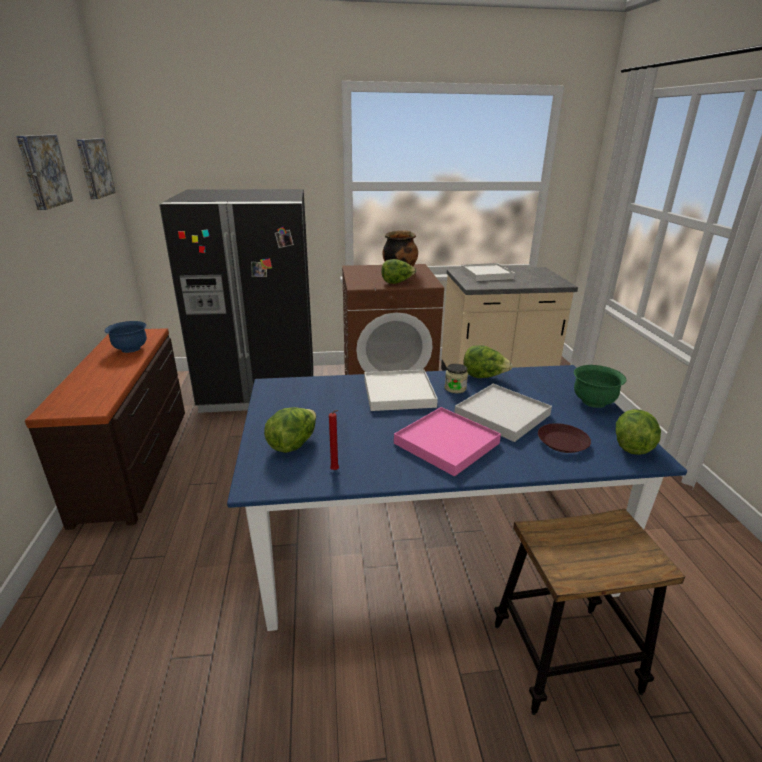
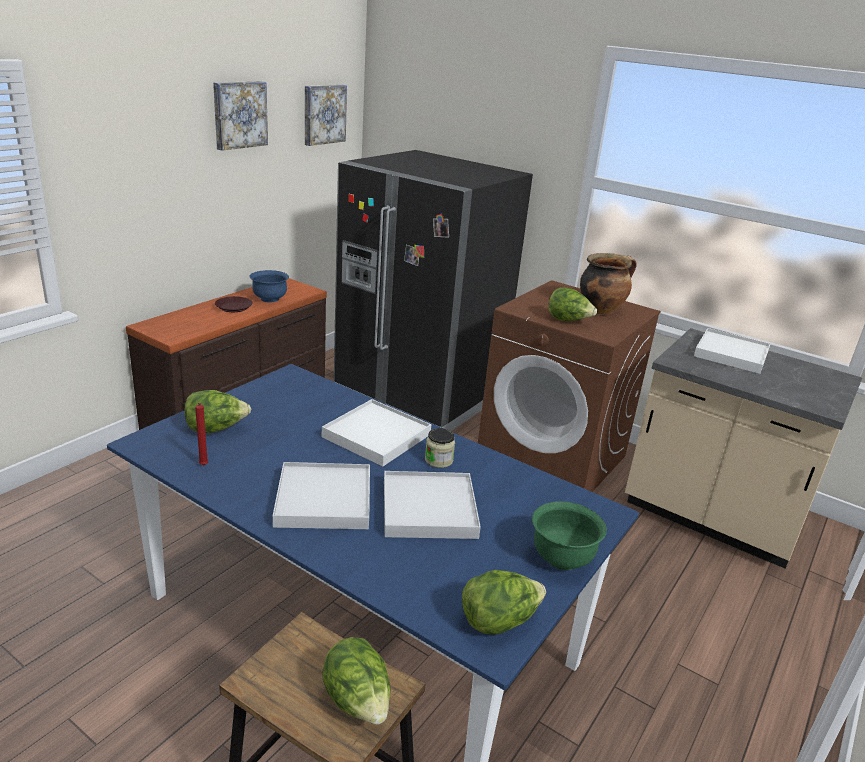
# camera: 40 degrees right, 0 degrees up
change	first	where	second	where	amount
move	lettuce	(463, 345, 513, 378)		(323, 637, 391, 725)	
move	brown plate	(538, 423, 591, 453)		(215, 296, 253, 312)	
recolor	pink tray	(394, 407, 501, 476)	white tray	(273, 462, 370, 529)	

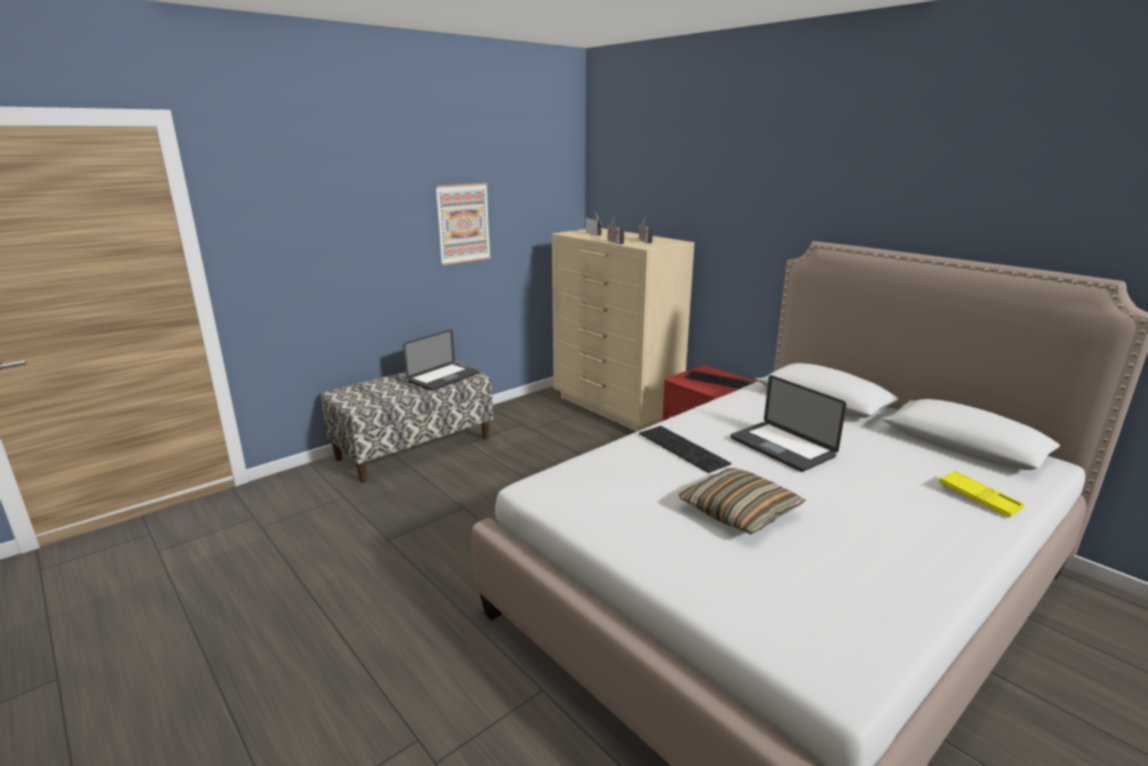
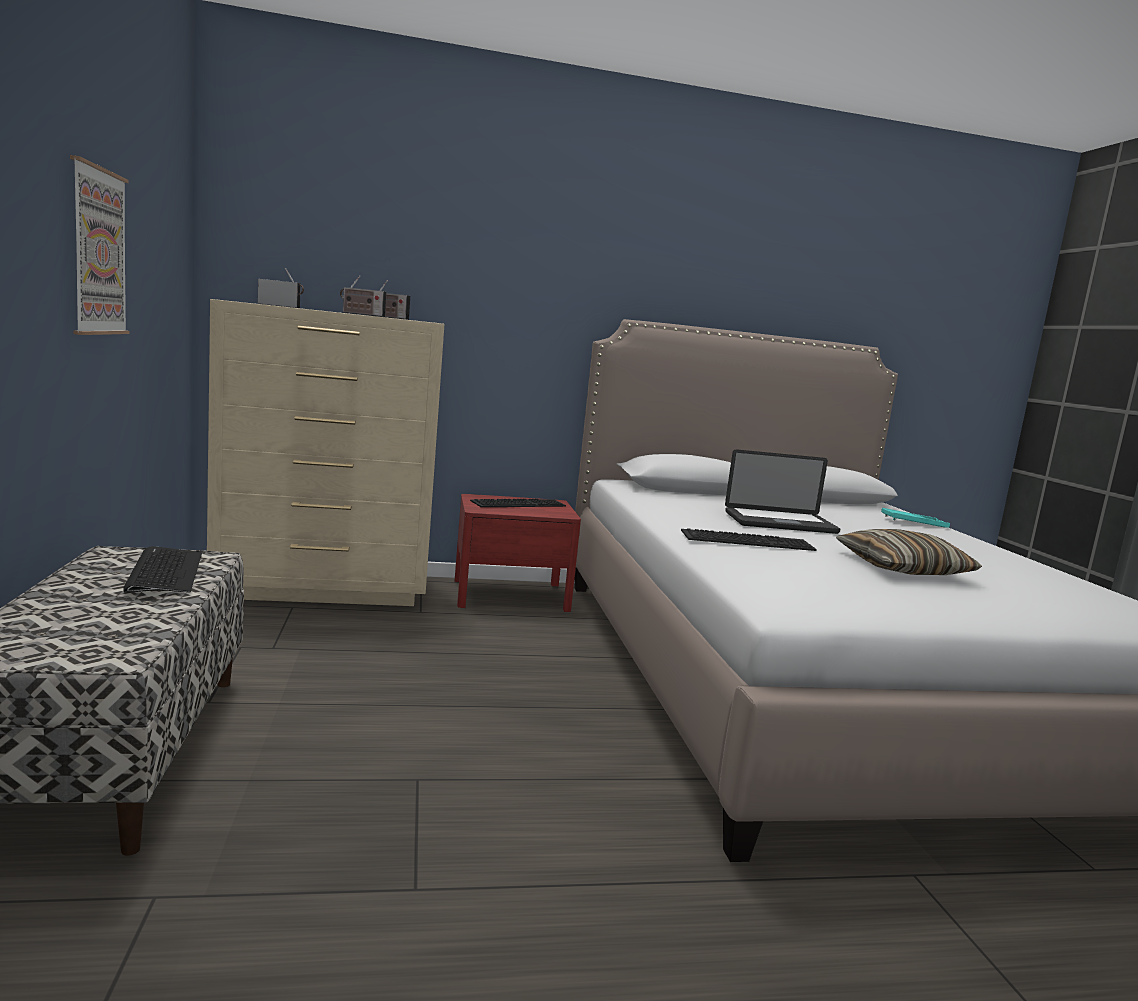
# camera: 60 degrees left, 10 degrees down
change	first	where	second	where	amount
replace	laptop	(403, 329, 479, 391)	keyboard	(124, 546, 202, 593)	
recolor	yellow tray	(939, 471, 1024, 518)	turquoise tray	(881, 508, 950, 528)	

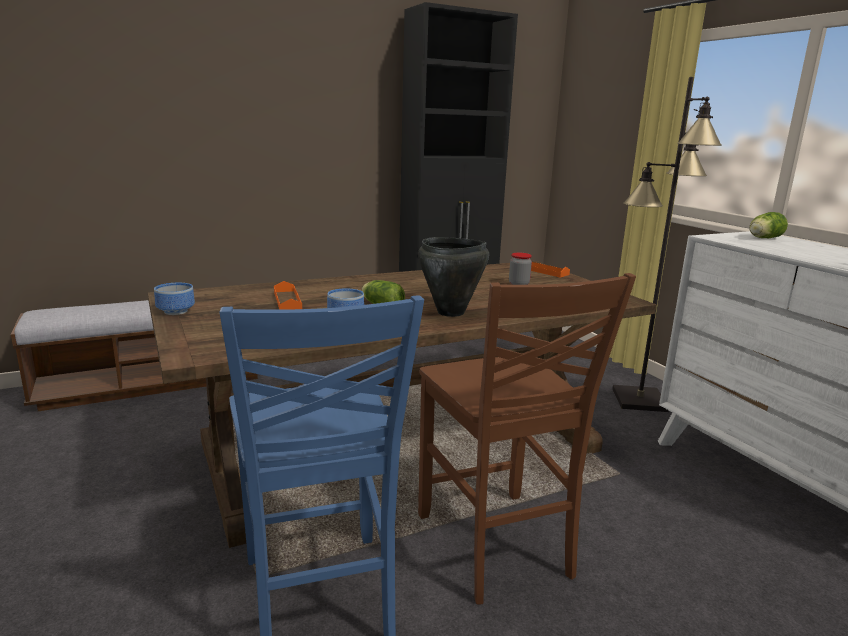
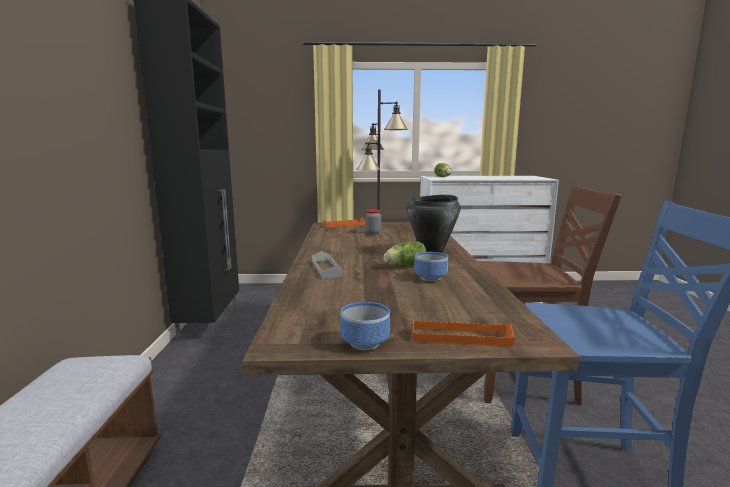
# camera: 65 degrees left, 5 degrees down
change	first	where	second	where	amount
insert			grey tray	(312, 251, 343, 279)	
move	orange tray	(274, 281, 302, 310)		(413, 319, 514, 347)	

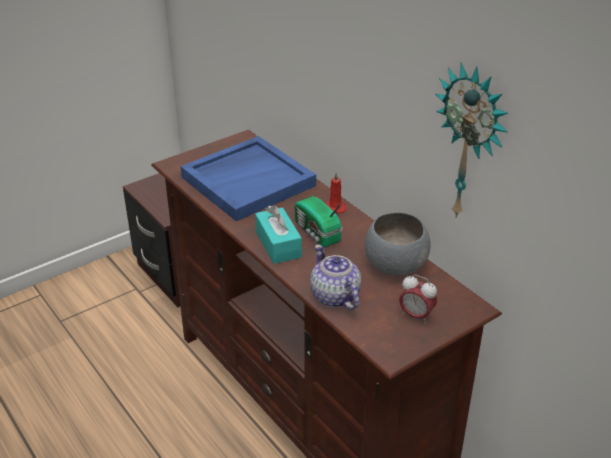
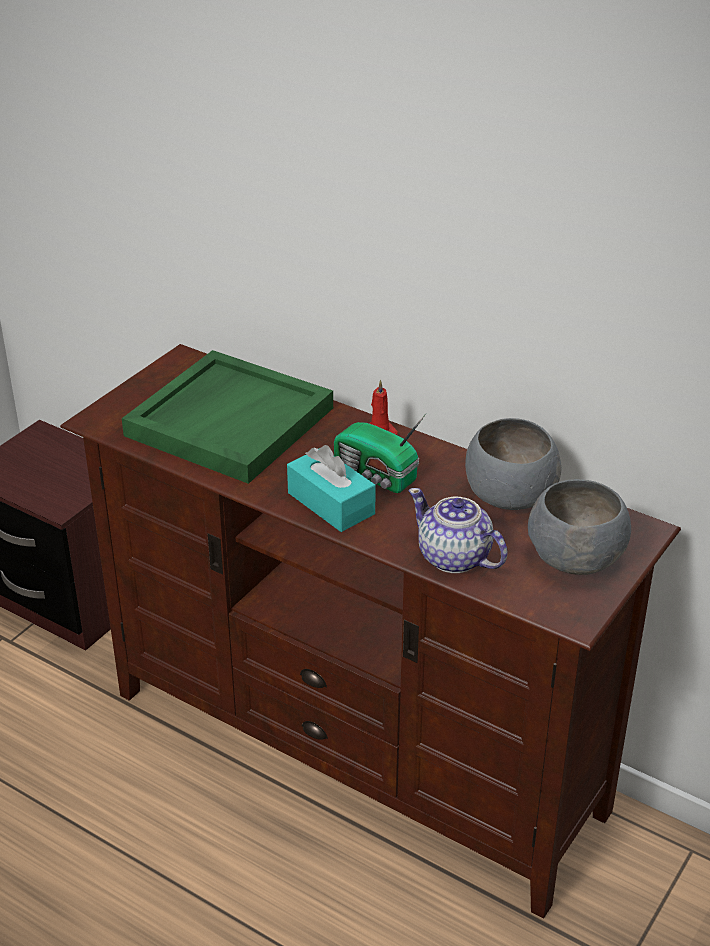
# camera: 20 degrees left, 0 degrees up
change	first	where	second	where	amount
delete	wall clock	(436, 62, 508, 218)			
replace	alarm clock	(399, 275, 437, 324)	grey bowl	(528, 479, 631, 575)	
recolor	blue tray	(181, 136, 316, 221)	green tray	(122, 350, 333, 484)	

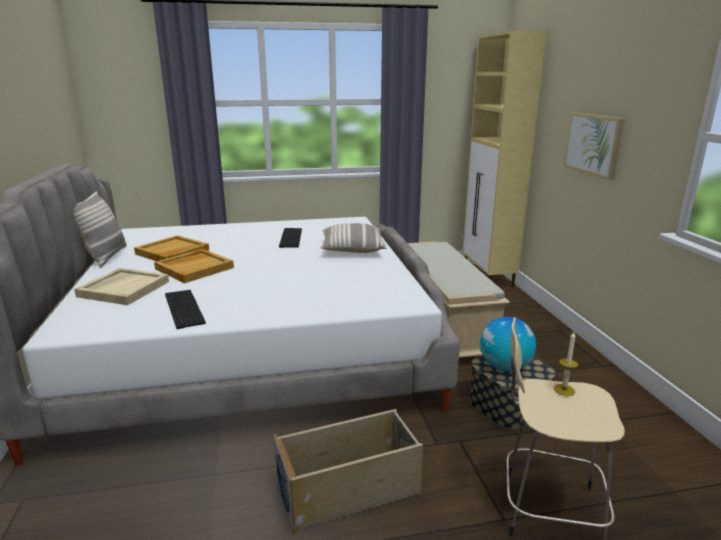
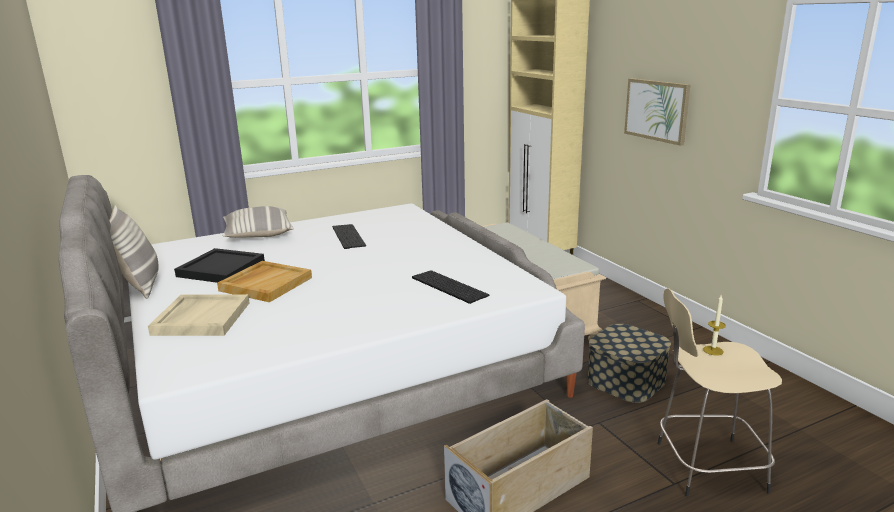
# camera: 15 degrees left, 0 degrees up
change	first	where	second	where	amount
delete	globe	(480, 317, 536, 371)			
move	keyboard	(165, 290, 206, 329)		(412, 270, 489, 304)	
move	pillow	(320, 223, 386, 253)		(222, 206, 294, 238)	
recolor	beige tray	(134, 235, 209, 261)	black tray	(174, 248, 265, 283)	

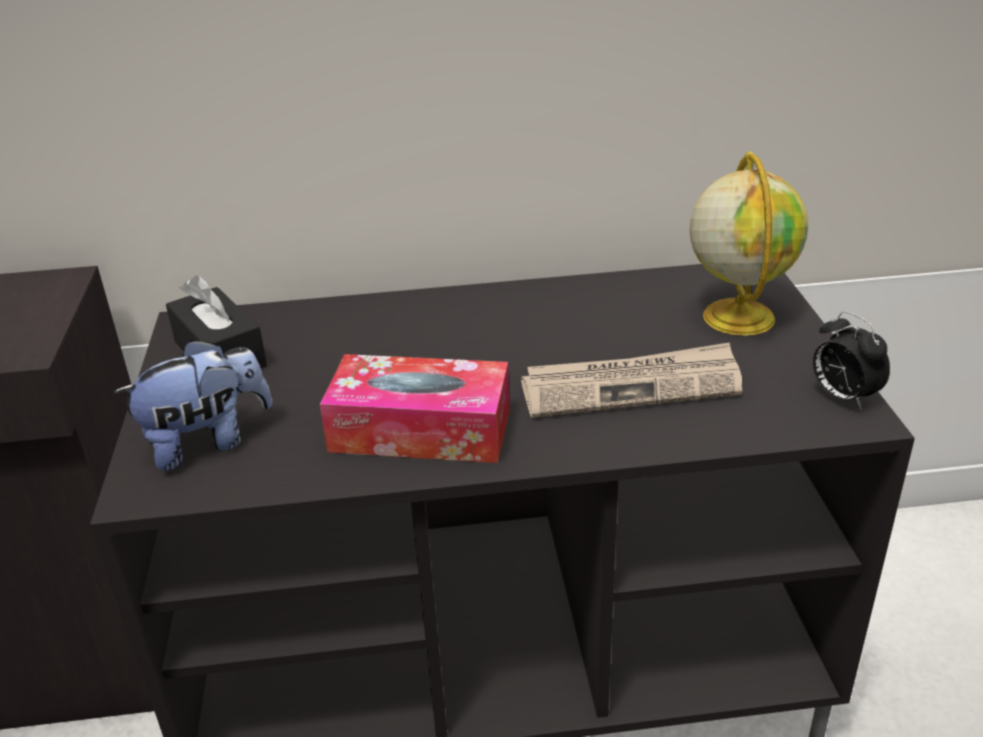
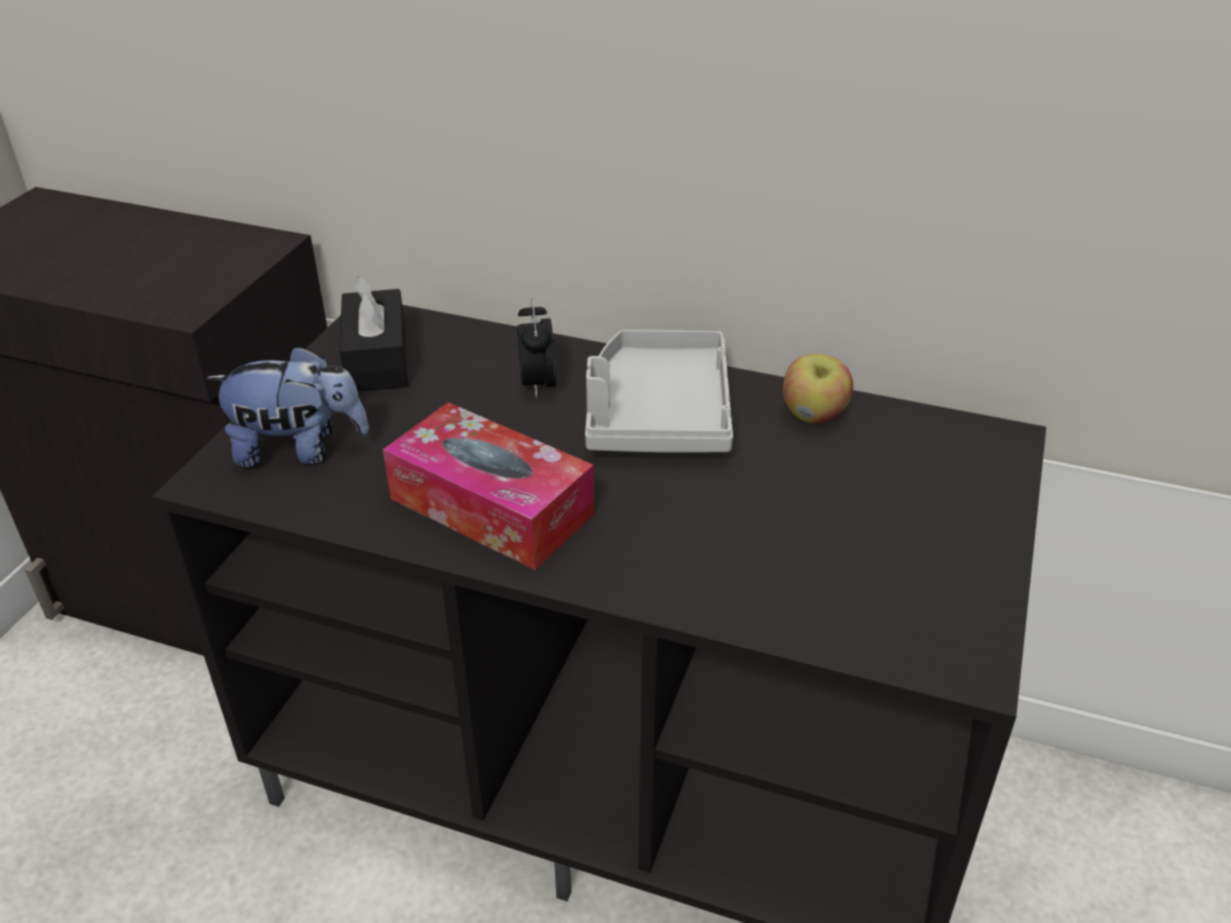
# camera: 25 degrees right, 5 degrees up
change	first	where	second	where	amount
delete	newspaper	(521, 342, 743, 418)			
delete	globe	(690, 151, 808, 336)			
insert			grey tray	(585, 330, 733, 453)	
insert			apple	(783, 354, 853, 424)	
move	alarm clock	(813, 311, 890, 410)		(517, 299, 556, 399)	

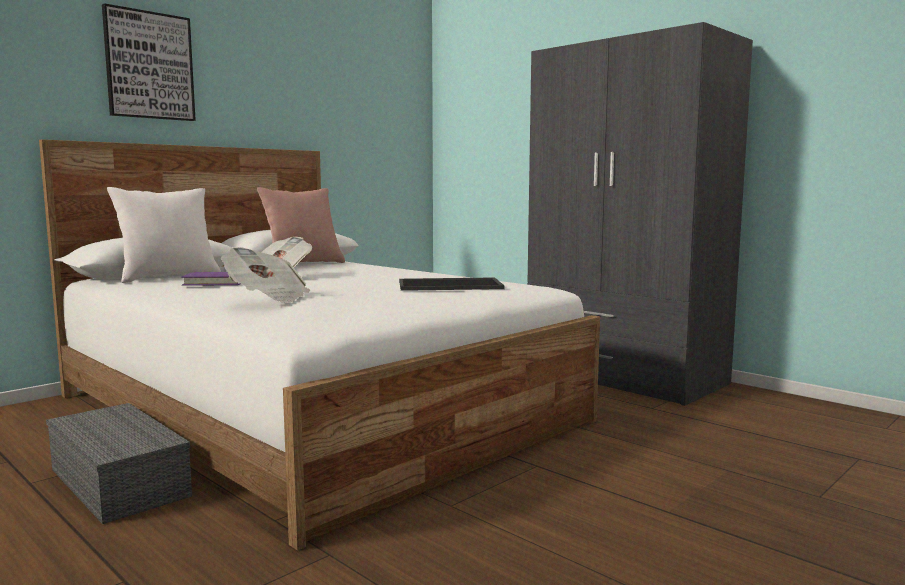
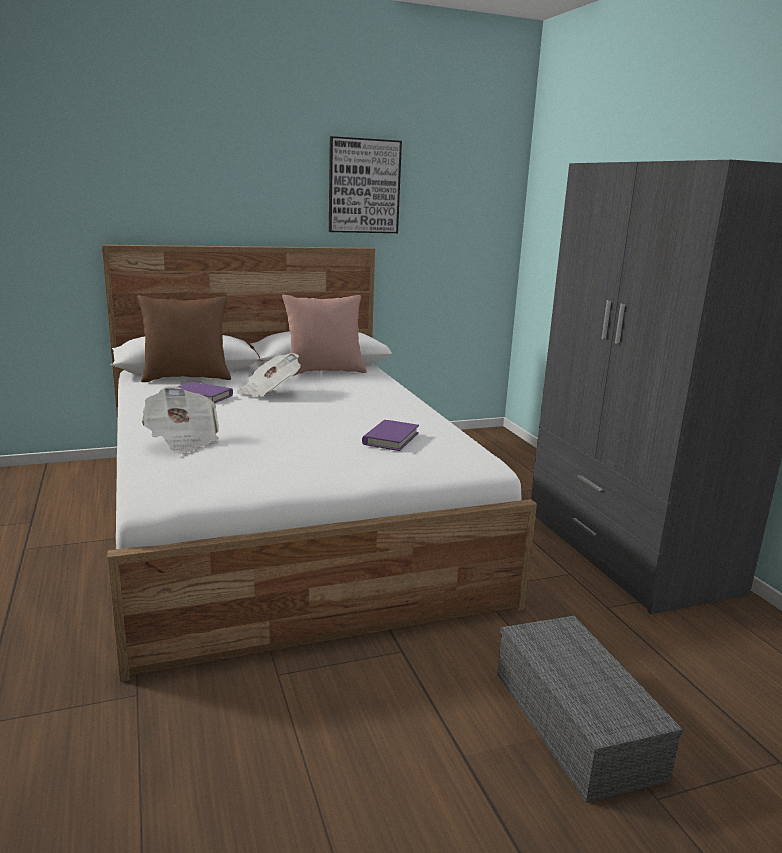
# camera: 25 degrees right, 10 degrees up
change	first	where	second	where	amount
move	grey storage box	(46, 403, 192, 524)		(497, 616, 683, 803)	
move	picture	(102, 3, 196, 121)		(329, 136, 402, 233)	
replace	tray	(399, 277, 504, 291)	purple book	(362, 420, 419, 451)	
recolor	white pillow	(107, 187, 221, 283)	brown pillow	(137, 295, 231, 382)	

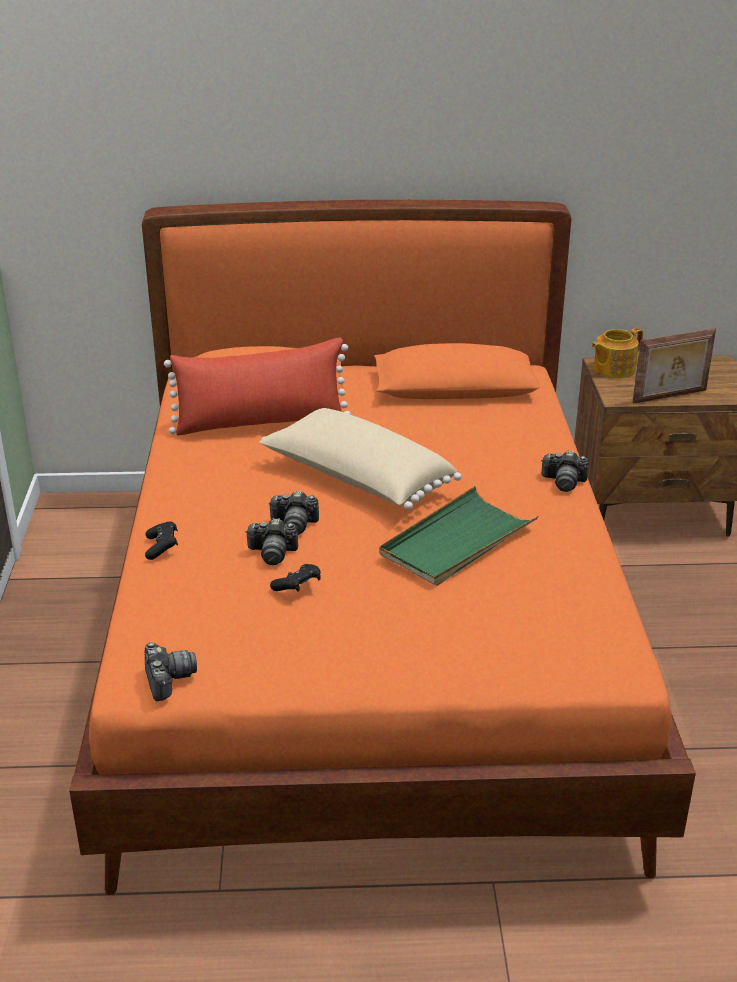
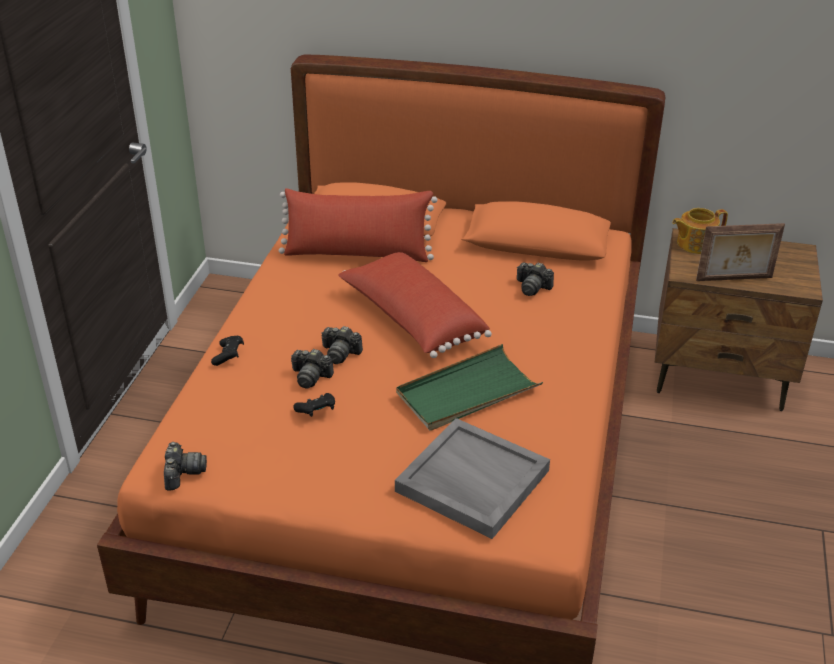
# camera: 15 degrees right, 5 degrees up
change	first	where	second	where	amount
insert			grey tray	(395, 418, 550, 539)	
move	photo camera	(542, 450, 589, 492)		(517, 262, 554, 296)	
recolor	beige pillow	(260, 408, 462, 510)	red pillow	(338, 252, 492, 358)	

